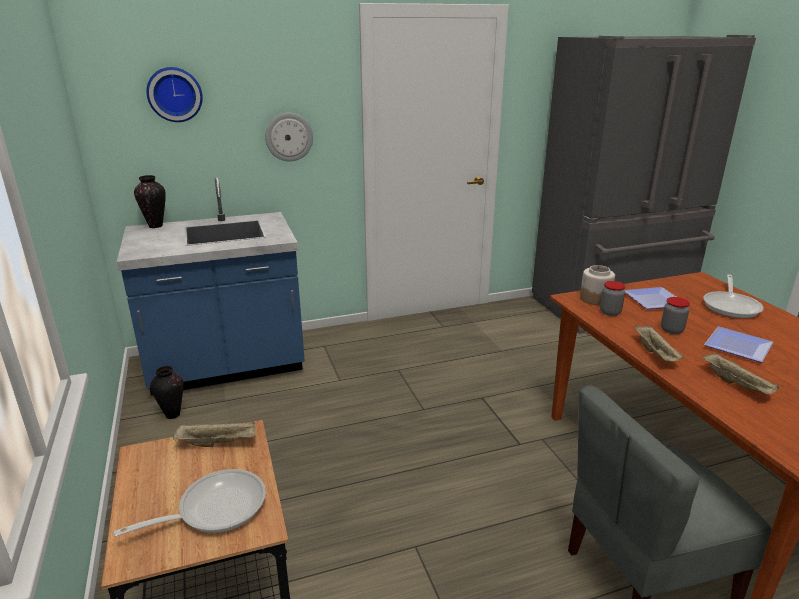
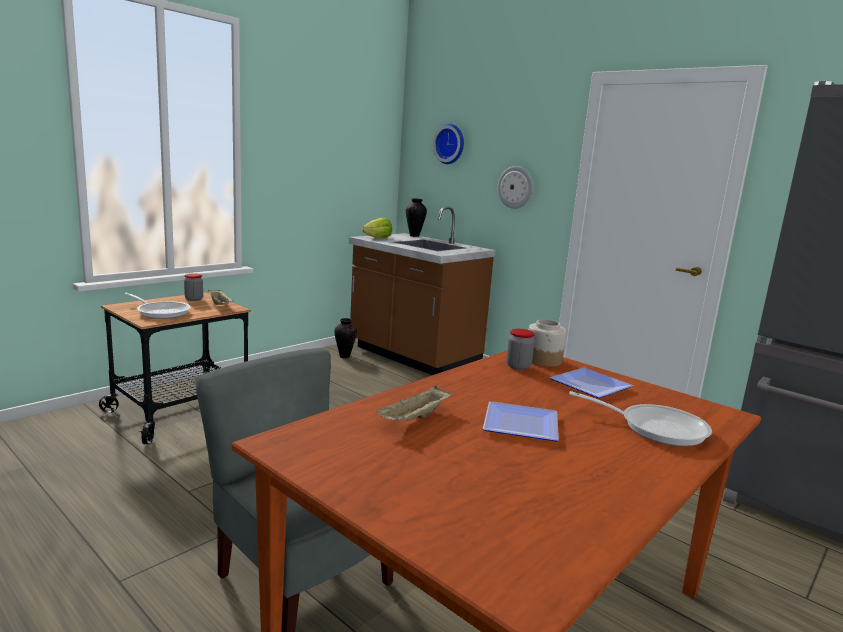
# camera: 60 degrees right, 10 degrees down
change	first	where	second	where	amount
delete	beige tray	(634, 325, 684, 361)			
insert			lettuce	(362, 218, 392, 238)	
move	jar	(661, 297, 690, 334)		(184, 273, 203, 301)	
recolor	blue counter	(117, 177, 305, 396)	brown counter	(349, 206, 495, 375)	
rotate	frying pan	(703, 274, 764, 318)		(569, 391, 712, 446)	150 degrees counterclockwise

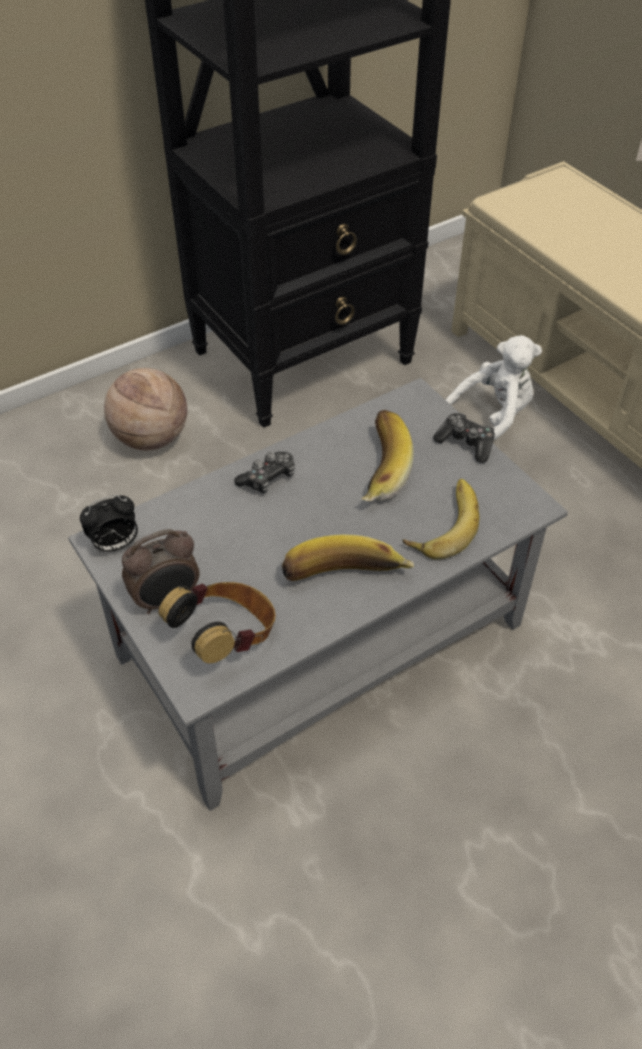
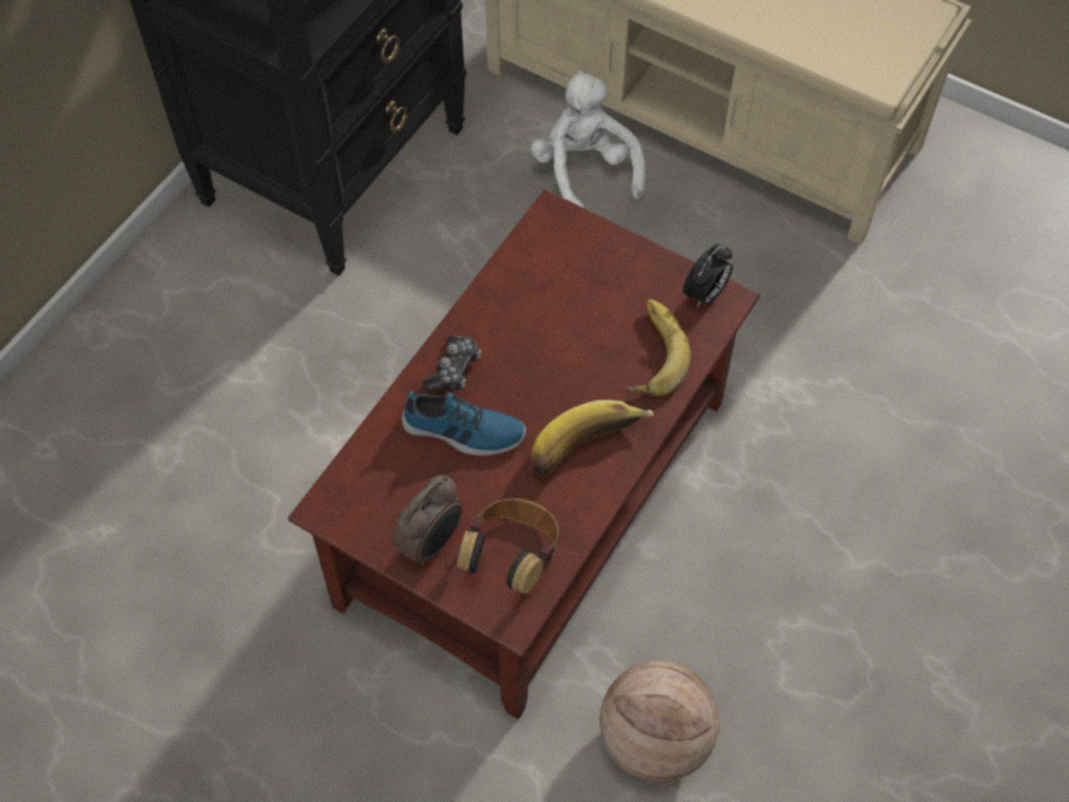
# camera: 25 degrees left, 10 degrees up
change	first	where	second	where	amount
delete	banana	(361, 410, 414, 501)			
delete	game controller	(433, 413, 495, 463)			
insert			shoe	(402, 391, 526, 456)	
move	alarm clock	(80, 495, 138, 553)		(683, 244, 733, 308)	
move	basketball	(104, 368, 187, 450)		(600, 661, 719, 783)	
recolor	grey coffee table	(68, 378, 568, 811)	brown coffee table	(288, 189, 760, 719)	
rotate	white plush toy	(445, 335, 542, 441)		(531, 70, 645, 208)	60 degrees counterclockwise

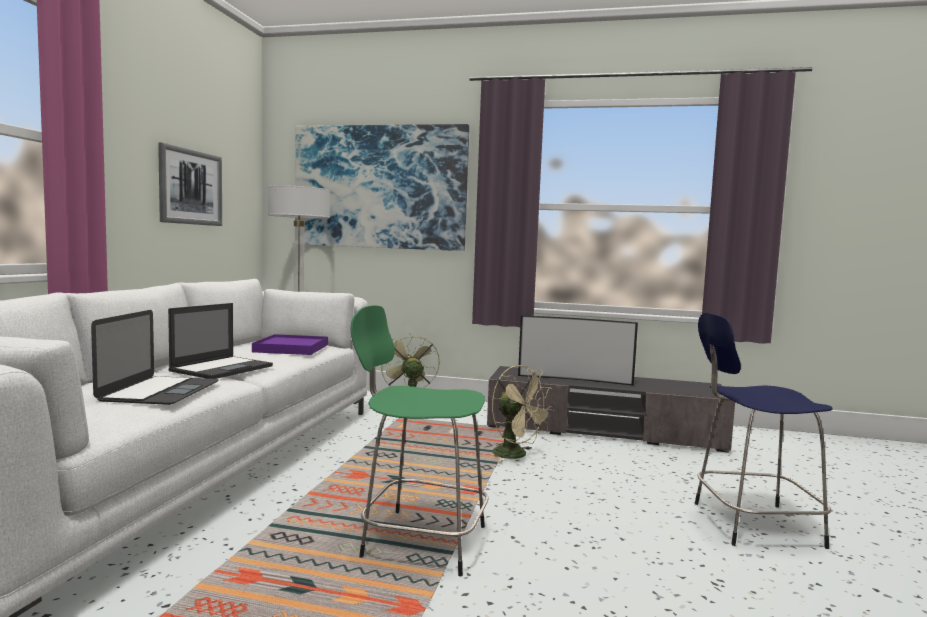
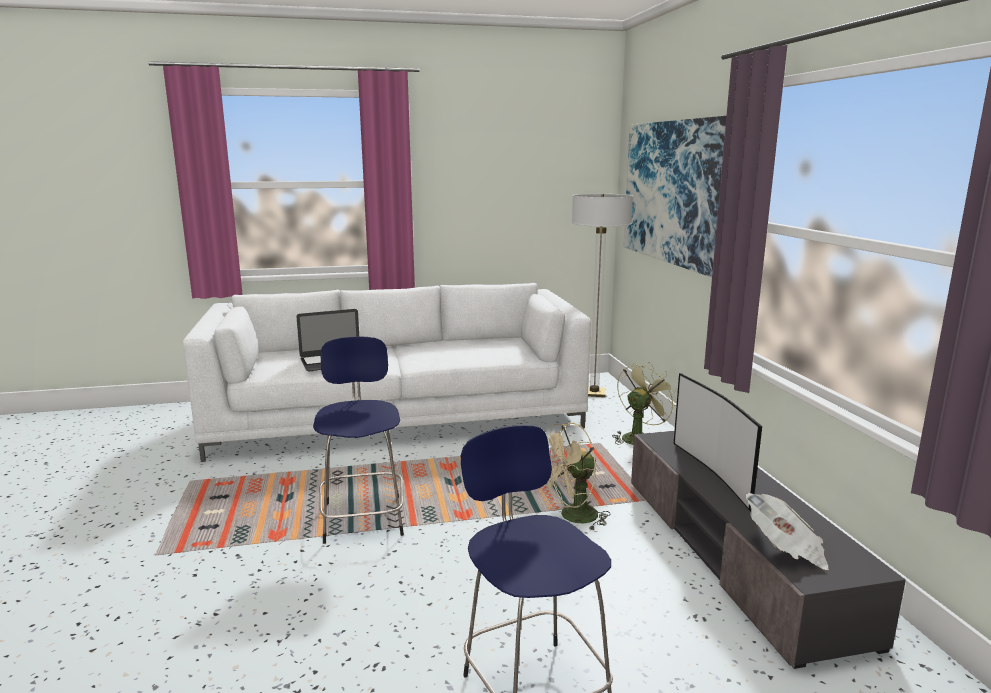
# camera: 65 degrees right, 10 degrees up
change	first	where	second	where	amount
delete	picture	(158, 142, 222, 226)			
delete	laptop	(168, 303, 273, 379)			
delete	purple tray	(252, 334, 328, 355)			
insert			newspaper	(746, 493, 829, 570)	
recolor	green stool	(350, 305, 488, 576)	blue stool	(313, 337, 404, 544)	
rotate	beige fan	(492, 365, 554, 463)		(544, 422, 611, 530)	45 degrees clockwise

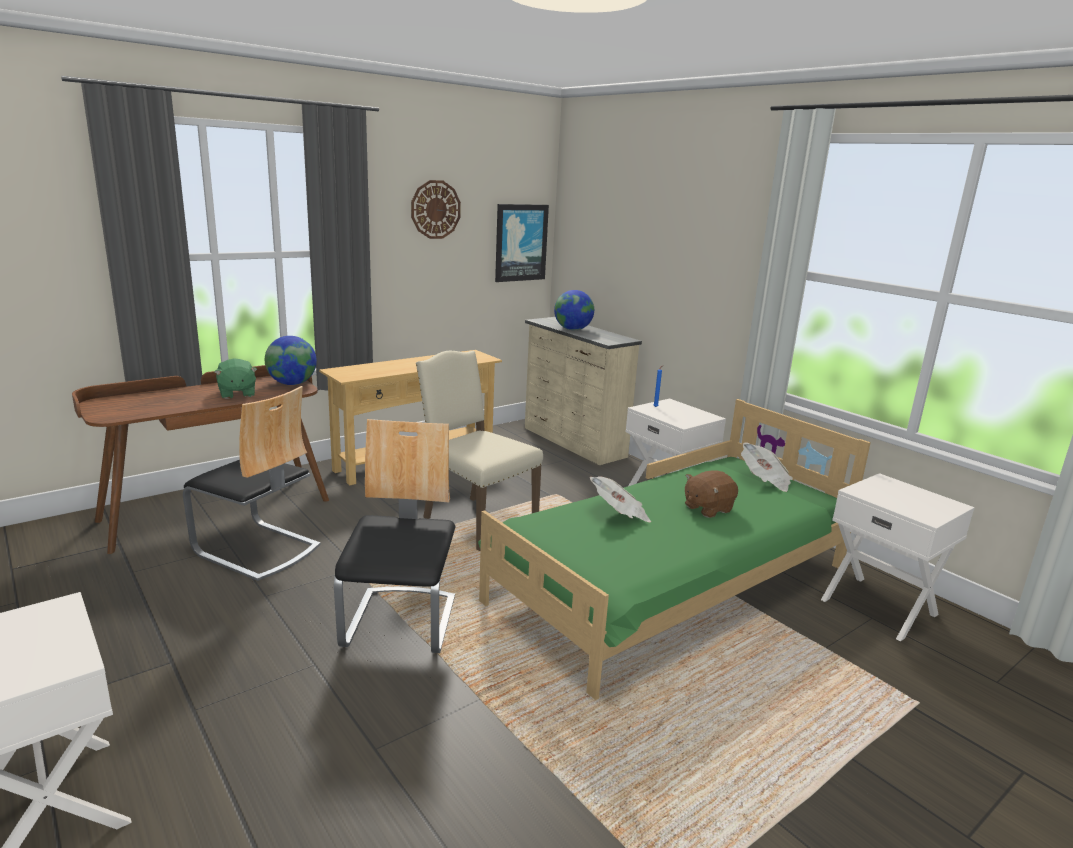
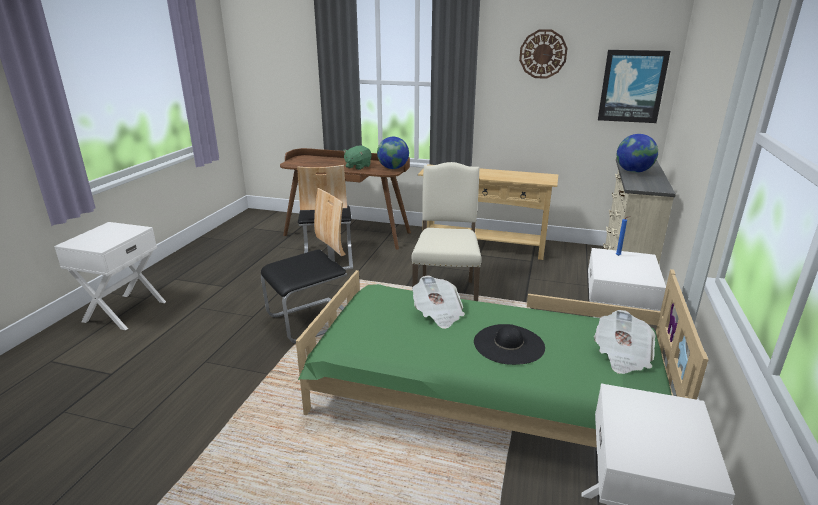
# camera: 55 degrees right, 5 degrees up
change	first	where	second	where	amount
replace	brown plush toy	(685, 471, 738, 518)	black hat	(474, 324, 545, 365)	

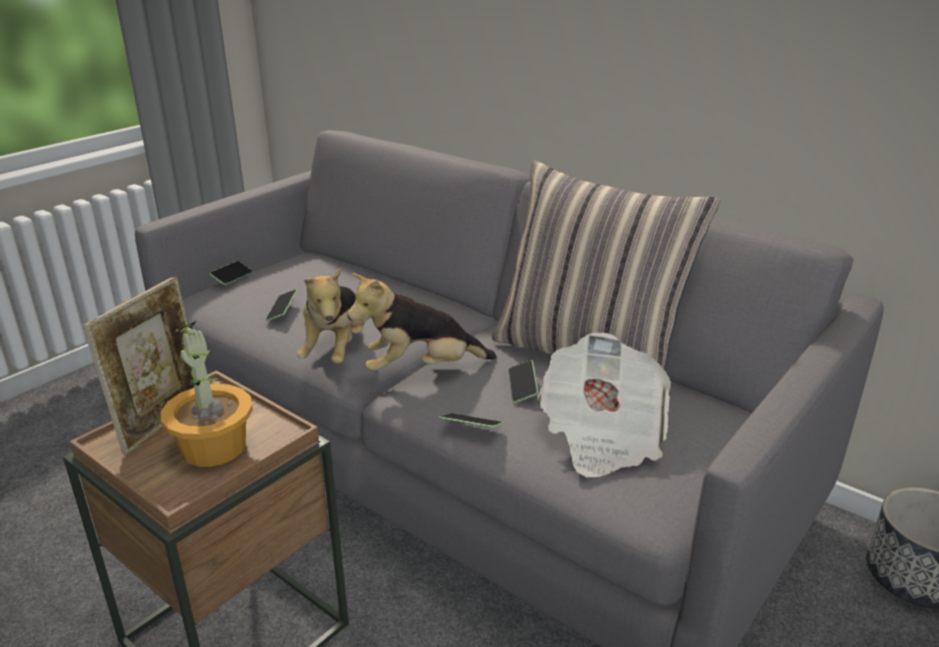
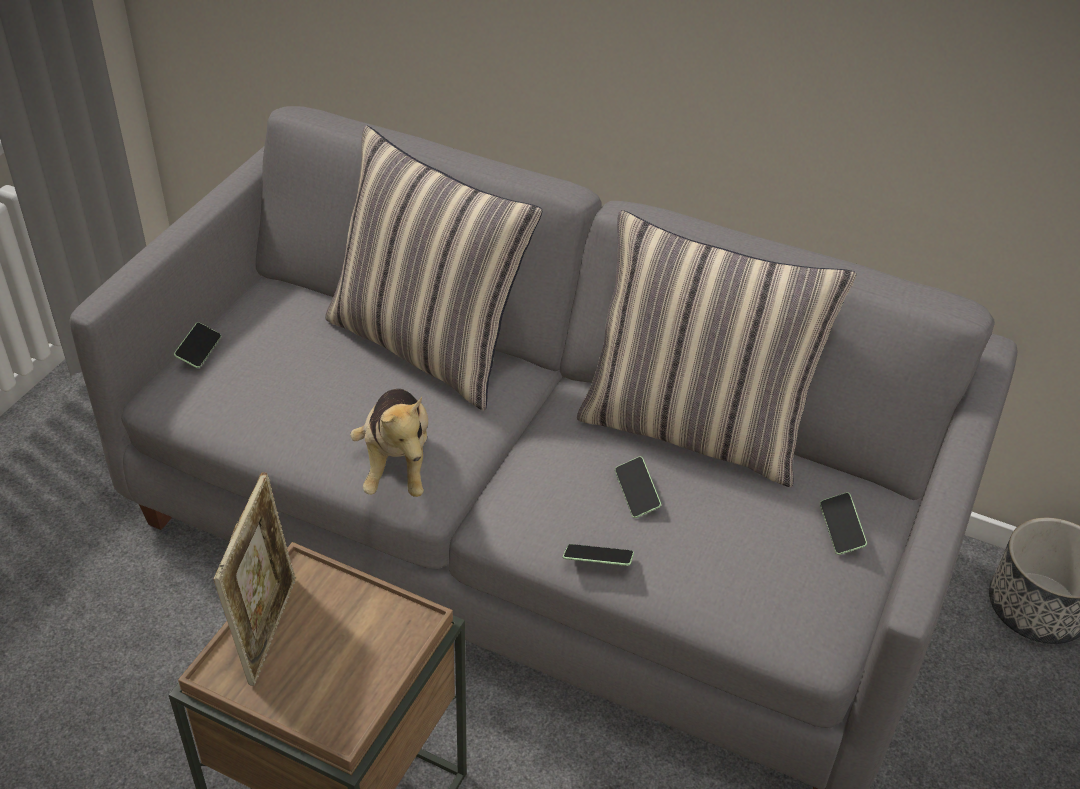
# camera: 15 degrees left, 15 degrees up
change	first	where	second	where	amount
delete	potted plant	(161, 321, 253, 467)			
delete	plush toy	(347, 273, 497, 371)			
delete	newspaper	(538, 333, 671, 478)			
insert			pillow	(325, 125, 542, 411)	
move	phone	(266, 289, 298, 321)		(820, 492, 867, 555)	

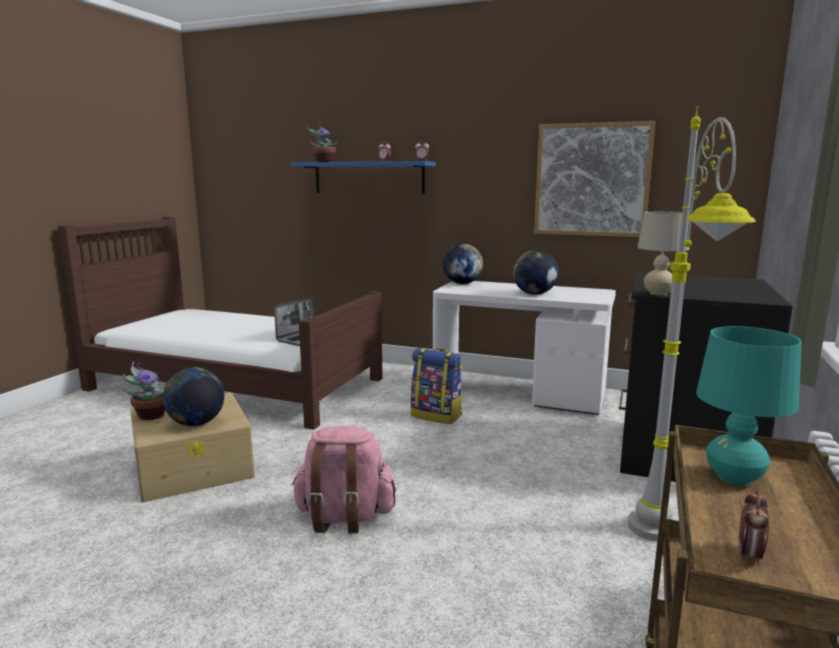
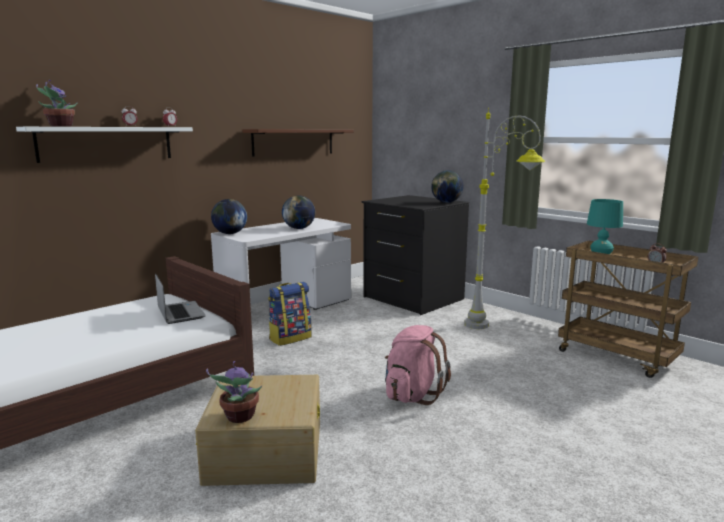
# camera: 65 degrees left, 0 degrees up
change	first	where	second	where	amount
delete	beige table lamp	(638, 212, 689, 295)			
move	globe	(163, 367, 224, 426)		(431, 170, 464, 203)	
replace	picture	(534, 121, 656, 237)	brown shelf	(242, 129, 354, 157)	
recolor	blue shelf	(291, 161, 436, 194)	white shelf	(16, 127, 193, 163)	

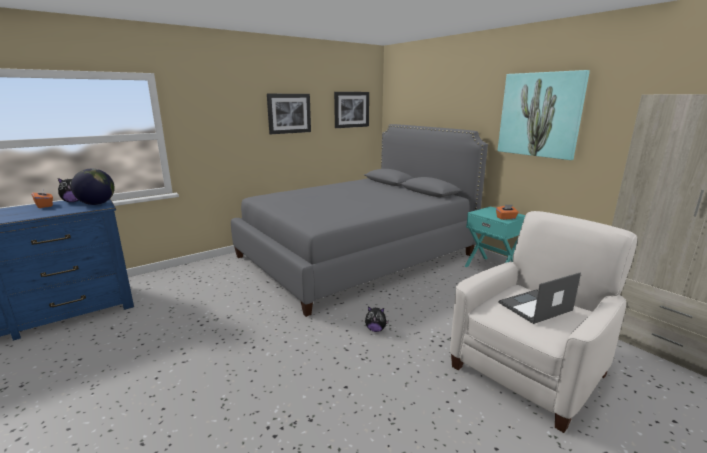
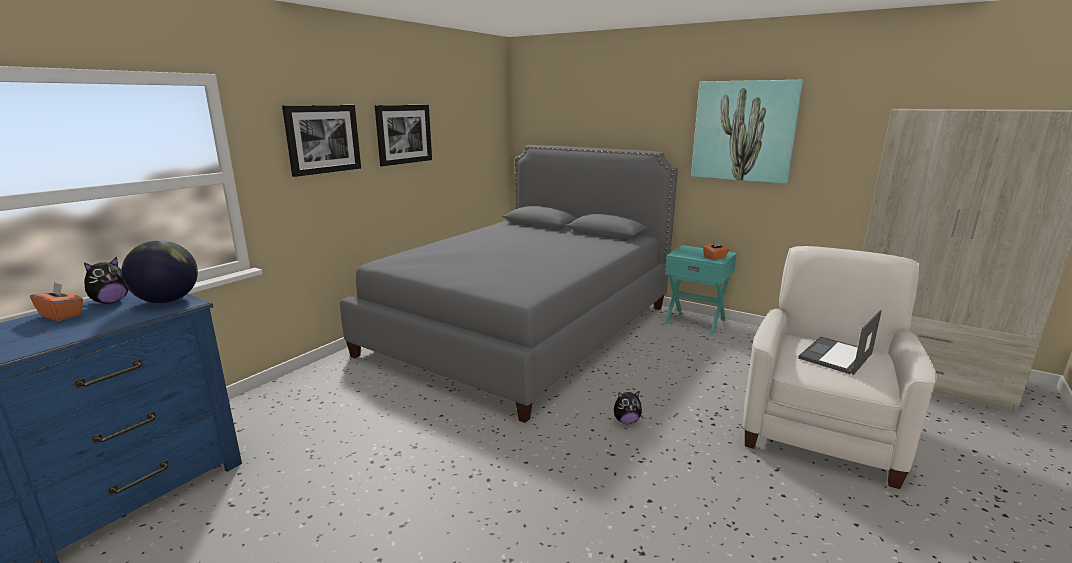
# camera: 20 degrees left, 0 degrees up
change	first	where	second	where	amount
move	picture	(334, 92, 369, 128)		(282, 105, 361, 177)	

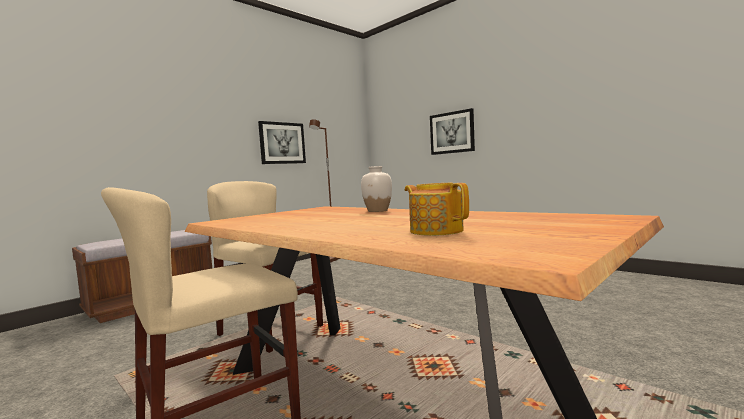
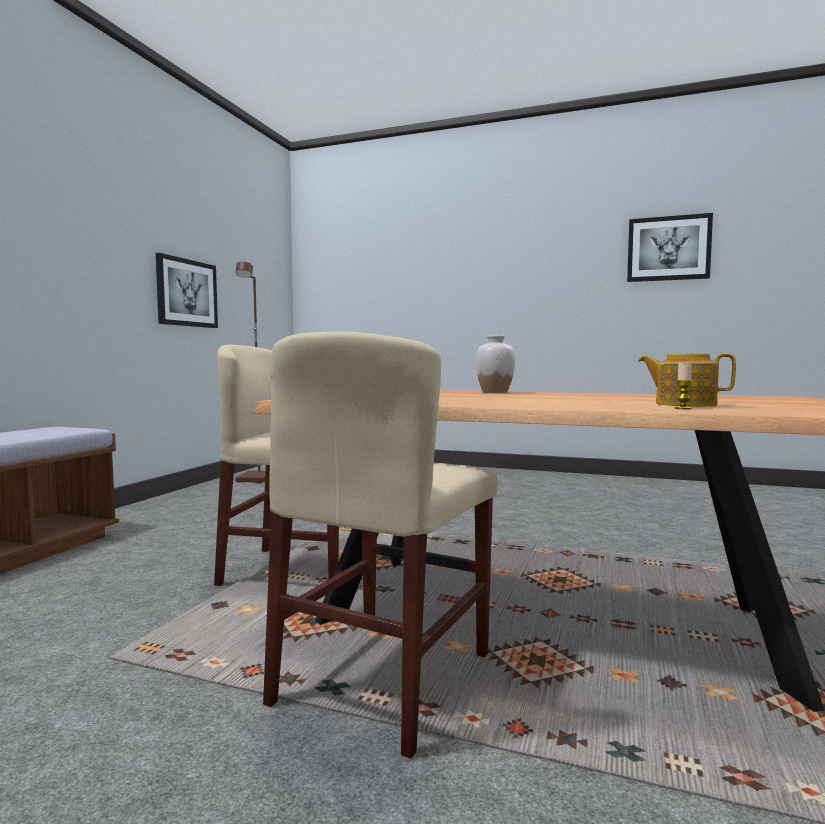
# camera: 25 degrees left, 0 degrees up
change	first	where	second	where	amount
insert			candle	(675, 362, 693, 409)	
move	picture	(430, 108, 475, 155)		(627, 213, 713, 282)	

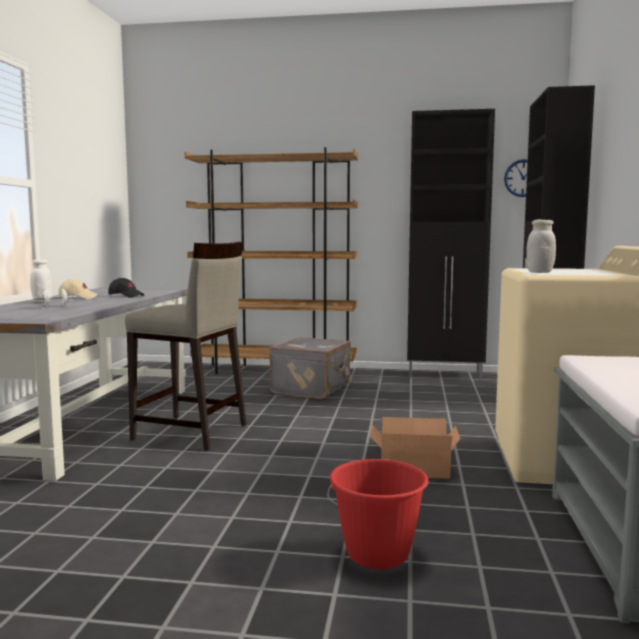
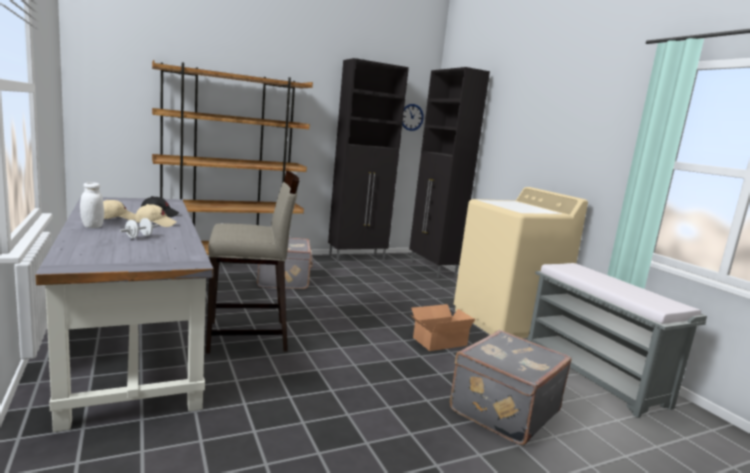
# camera: 35 degrees left, 5 degrees up
change	first	where	second	where	amount
delete	white jar	(526, 220, 556, 273)			
insert			beige cap	(135, 204, 177, 227)	
replace	red bucket	(327, 459, 429, 569)	grey suitcase	(450, 330, 572, 445)	

